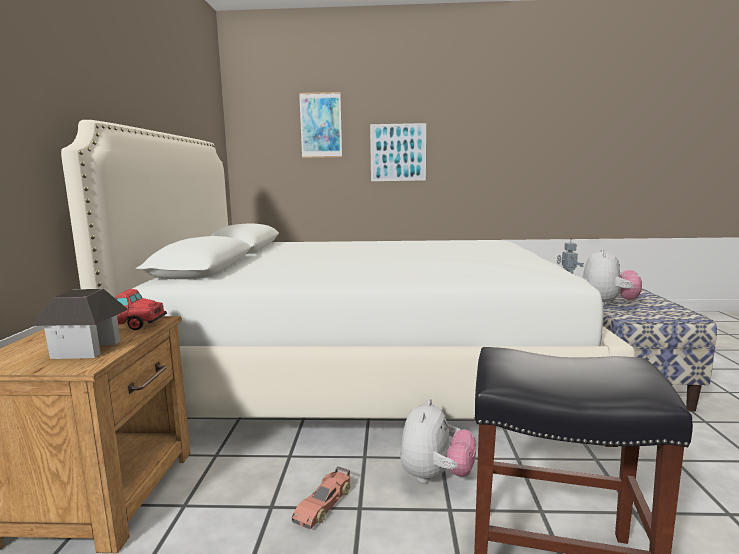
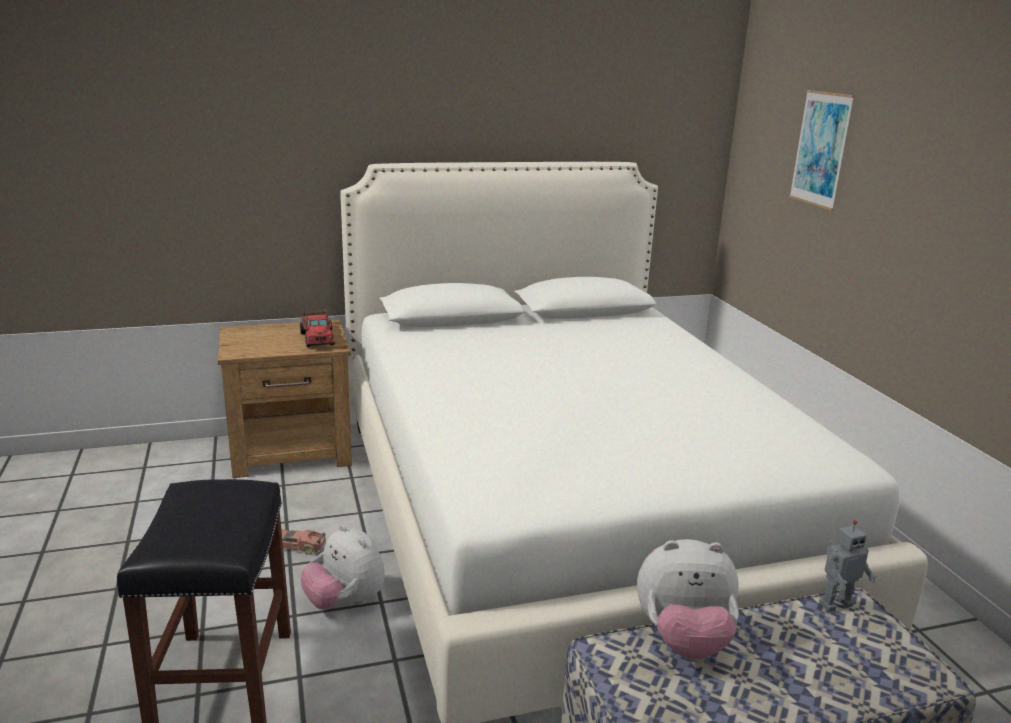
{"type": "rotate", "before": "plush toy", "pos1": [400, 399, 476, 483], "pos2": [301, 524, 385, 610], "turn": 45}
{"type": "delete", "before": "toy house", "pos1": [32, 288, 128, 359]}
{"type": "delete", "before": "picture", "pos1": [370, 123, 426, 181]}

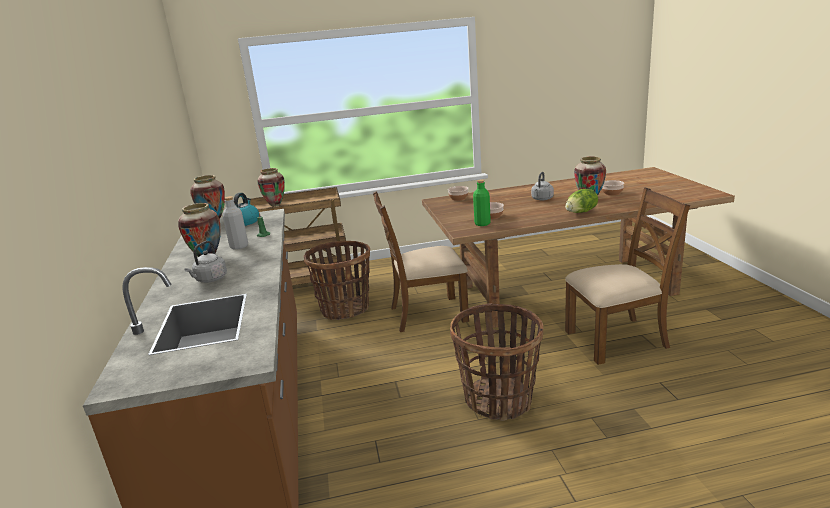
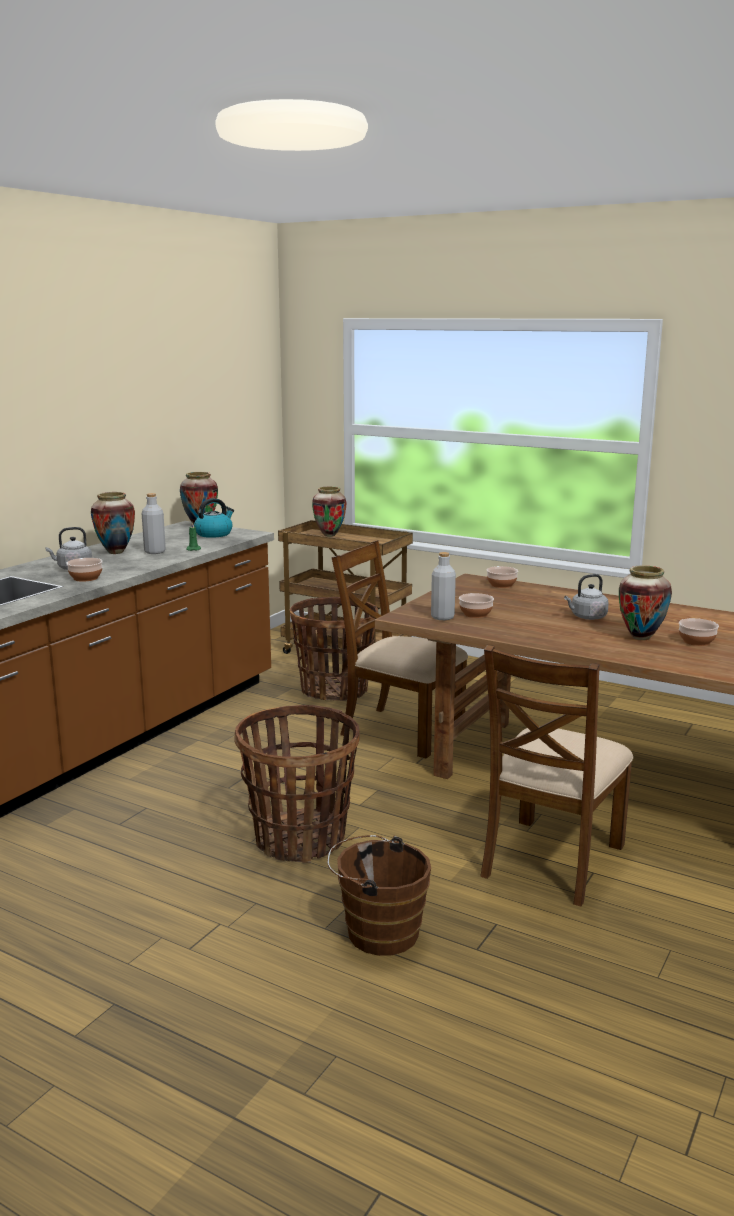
{"type": "insert", "after": "bowl", "pos2": [66, 558, 103, 582]}
{"type": "insert", "after": "bucket (brown)", "pos2": [327, 835, 431, 956]}
{"type": "recolor", "before": "bottle (green)", "after": "bottle (grey)", "pos1": [473, 179, 491, 226], "pos2": [431, 552, 456, 620]}
{"type": "rotate", "before": "chair (brown)", "pos1": [565, 187, 690, 365], "pos2": [480, 645, 633, 907], "turn": 90}
{"type": "delete", "before": "lettuce", "pos1": [565, 189, 598, 213]}

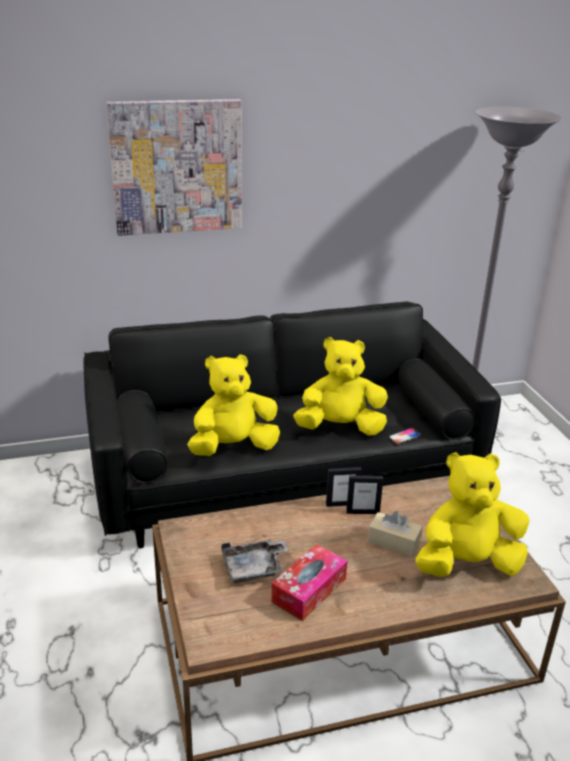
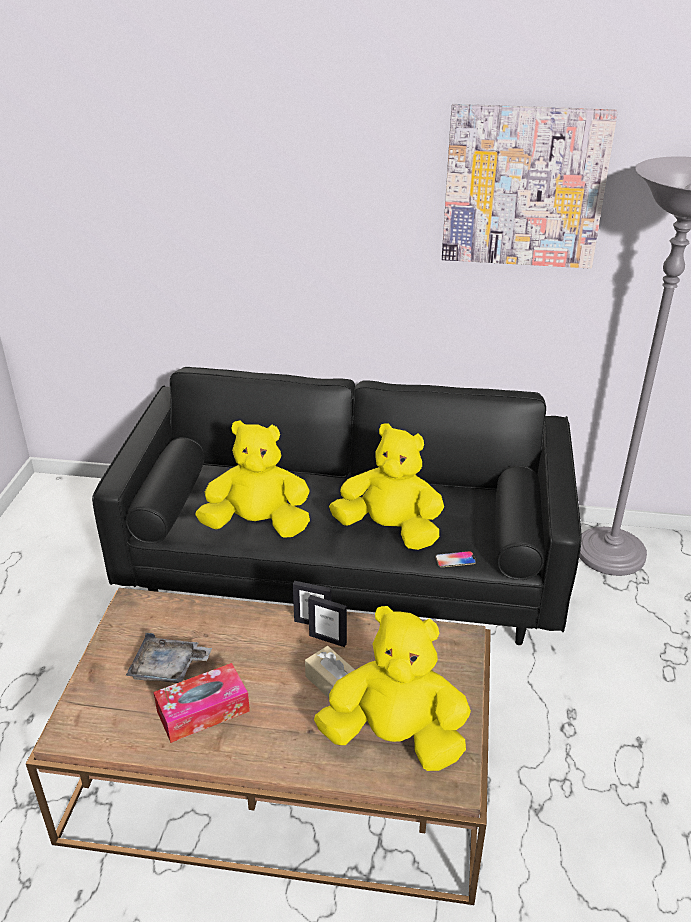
{"type": "move", "before": "picture", "pos1": [107, 99, 242, 236], "pos2": [442, 104, 618, 269]}

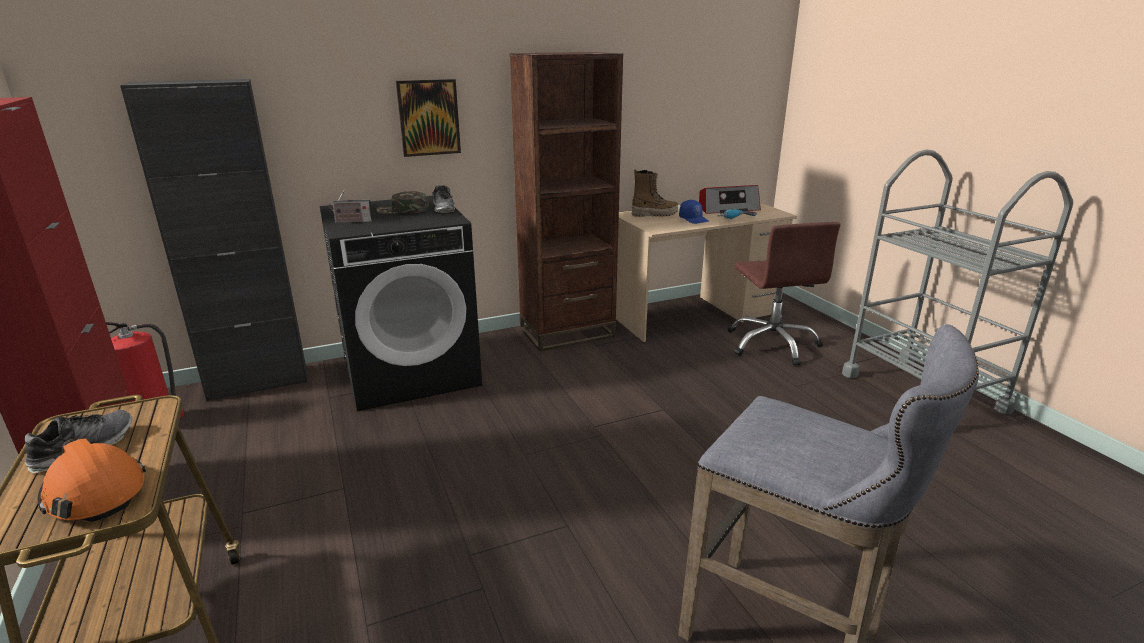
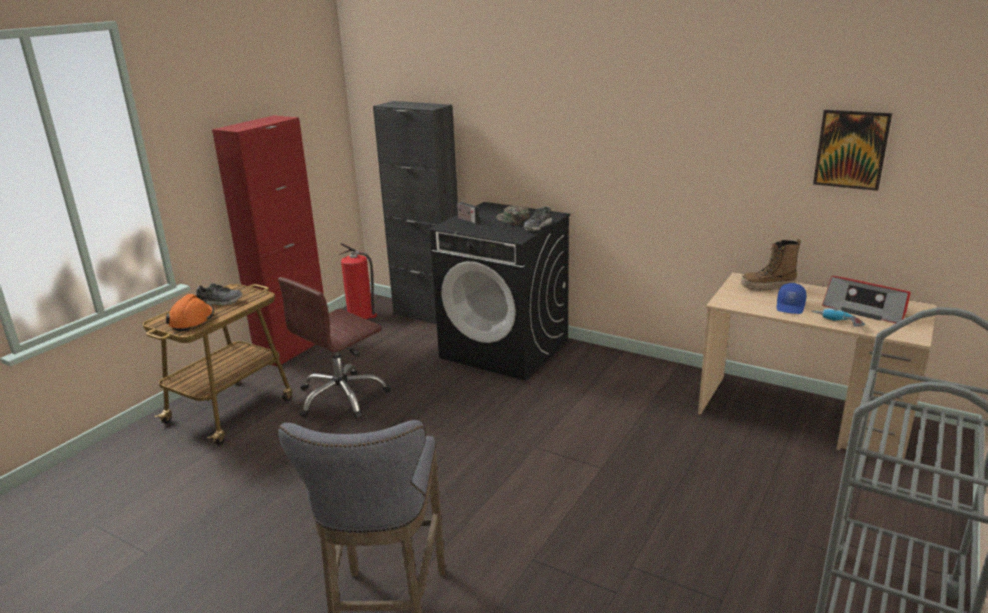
{"type": "move", "before": "office chair (brown)", "pos1": [728, 222, 841, 366], "pos2": [278, 277, 391, 420]}
{"type": "rotate", "before": "boot", "pos1": [632, 169, 678, 217], "pos2": [741, 239, 801, 291], "turn": 135}
{"type": "move", "before": "picture", "pos1": [396, 79, 461, 157], "pos2": [813, 110, 892, 191]}
{"type": "delete", "before": "bookcase (brown)", "pos1": [510, 52, 623, 352]}

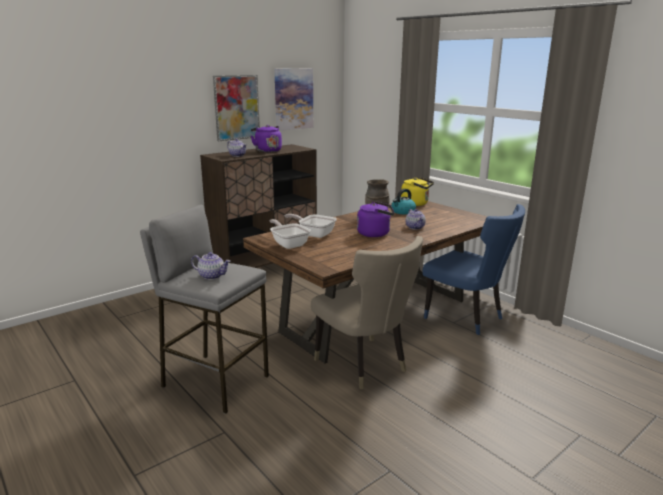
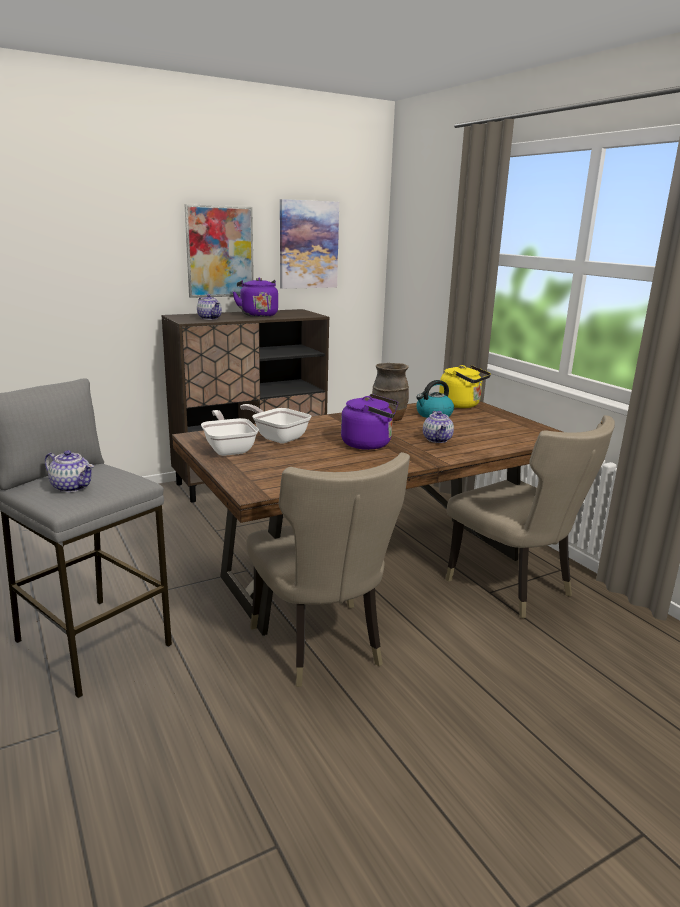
{"type": "recolor", "before": "chair (blue)", "after": "chair (beige)", "pos1": [423, 204, 525, 335], "pos2": [446, 415, 615, 618]}

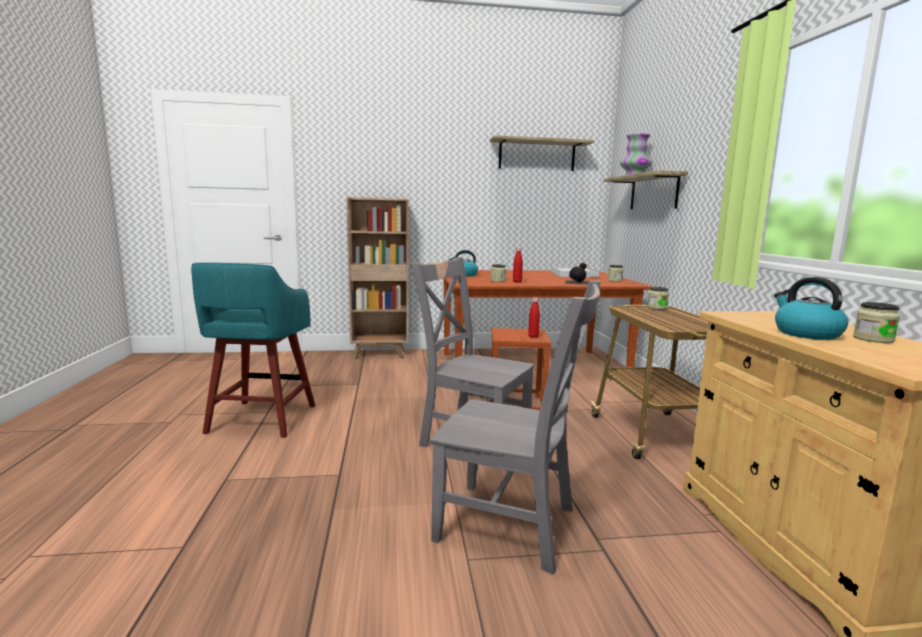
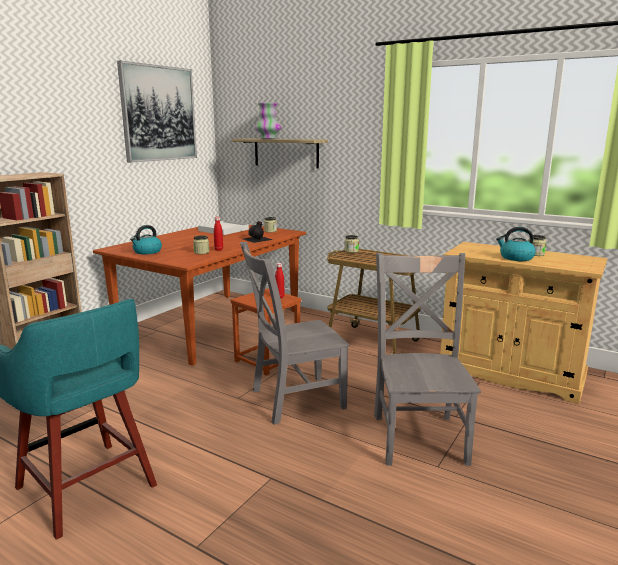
{"type": "replace", "before": "shelf", "after": "picture", "pos1": [489, 135, 595, 171], "pos2": [117, 60, 197, 163]}
{"type": "rotate", "before": "chair (grey)", "pos1": [430, 281, 601, 575], "pos2": [374, 253, 481, 466], "turn": -60}

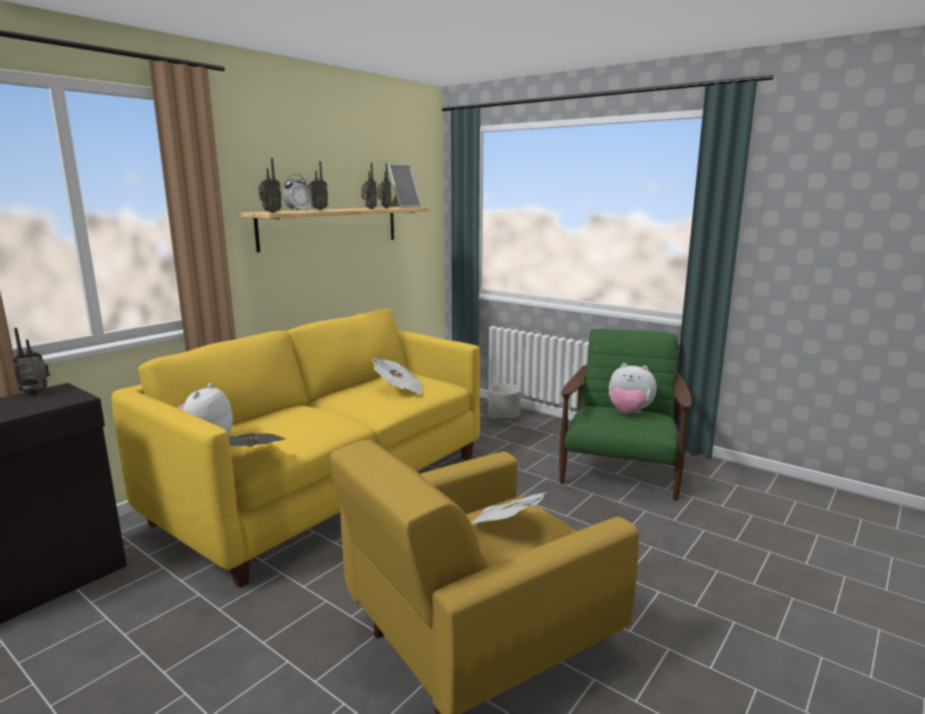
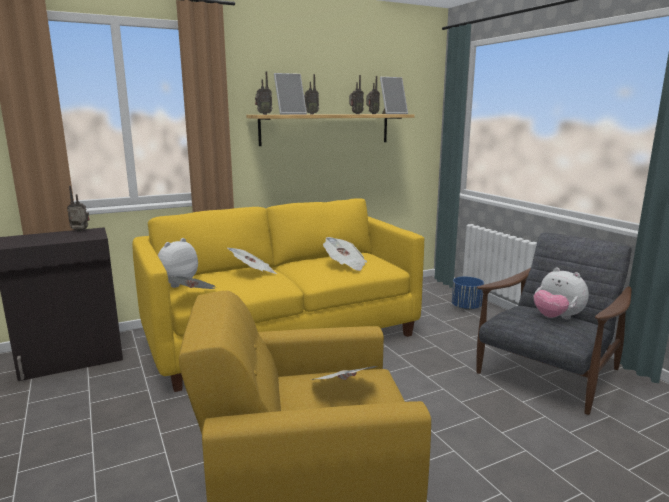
{"type": "insert", "after": "newspaper", "pos2": [227, 248, 277, 274]}
{"type": "replace", "before": "alarm clock", "after": "picture frame", "pos1": [283, 174, 311, 212], "pos2": [274, 73, 307, 115]}
{"type": "recolor", "before": "planter (grey)", "after": "planter (blue)", "pos1": [488, 384, 521, 420], "pos2": [452, 277, 484, 310]}
{"type": "recolor", "before": "armchair (green)", "after": "armchair (grey)", "pos1": [559, 329, 692, 501], "pos2": [476, 233, 632, 415]}

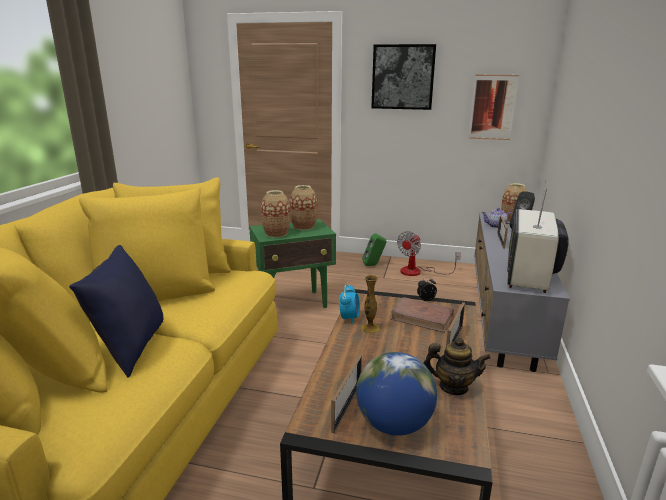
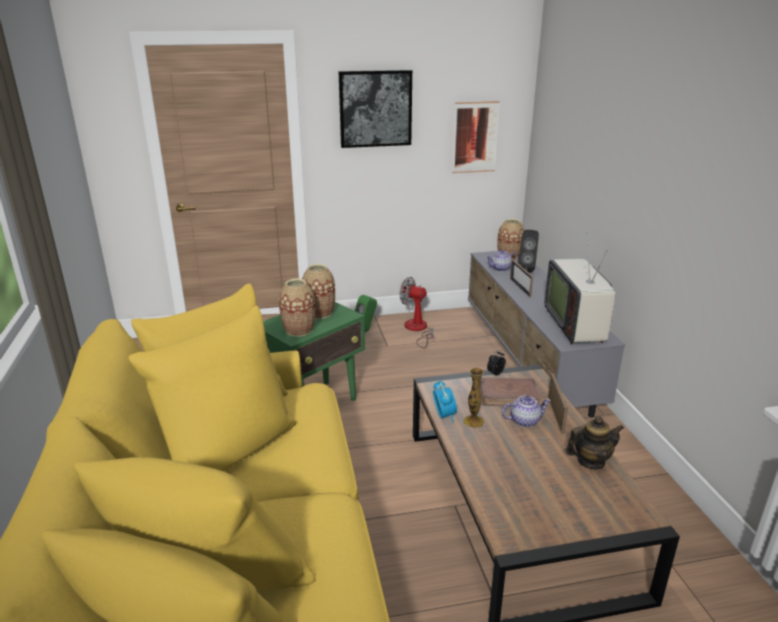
{"type": "rotate", "before": "fan", "pos1": [397, 231, 461, 276], "pos2": [400, 277, 434, 348], "turn": 105}
{"type": "insert", "after": "teapot", "pos2": [502, 396, 551, 427]}
{"type": "delete", "before": "pillow (blue)", "pos1": [69, 245, 163, 378]}
{"type": "delete", "before": "picture frame", "pos1": [331, 355, 362, 433]}
{"type": "delete", "before": "globe", "pos1": [356, 352, 437, 436]}

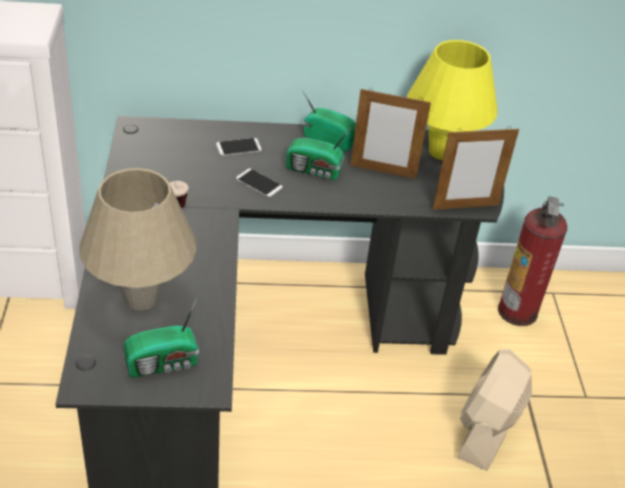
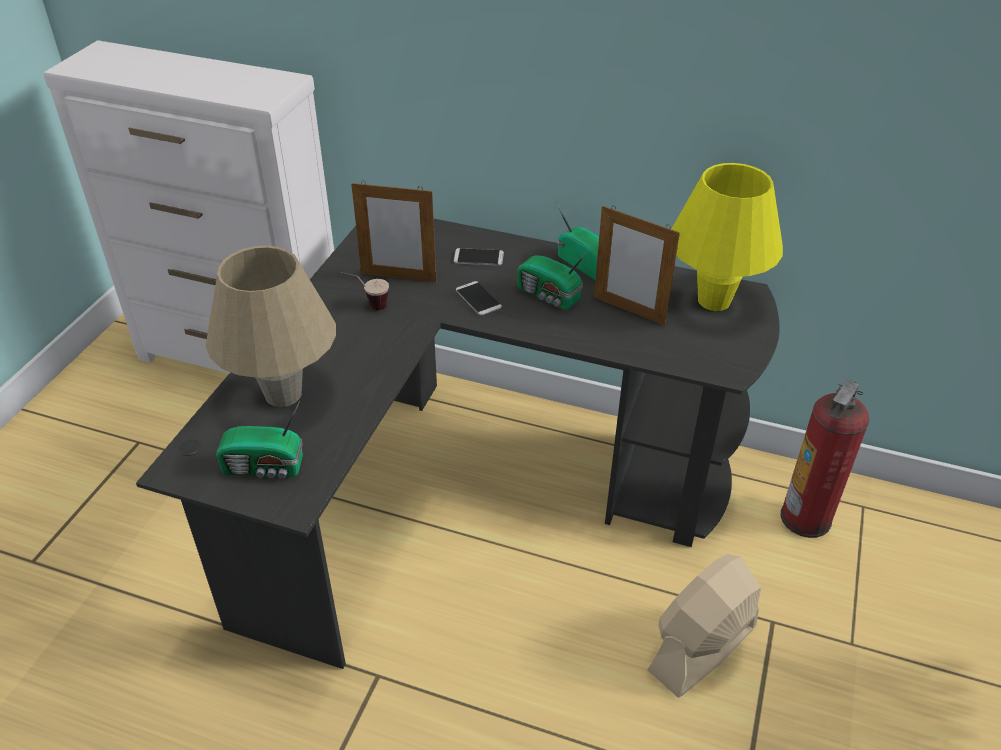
{"type": "move", "before": "picture frame", "pos1": [432, 126, 519, 210], "pos2": [351, 181, 437, 282]}

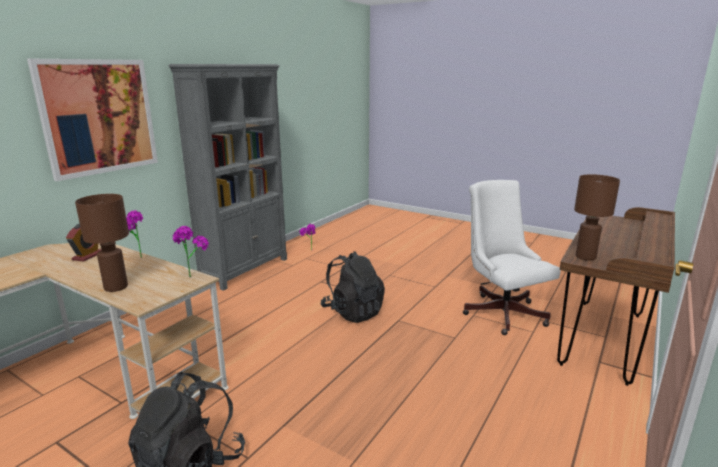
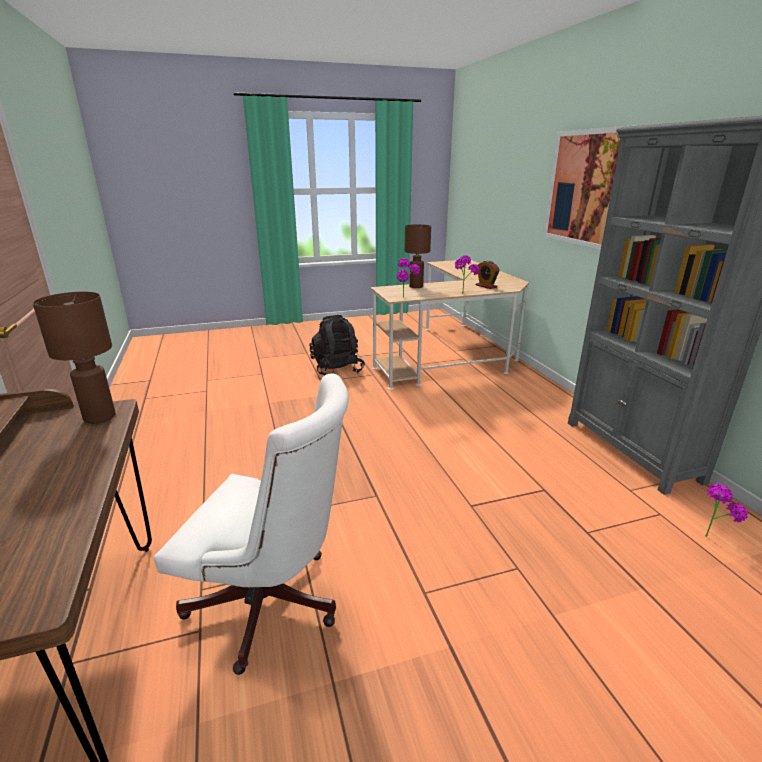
{"type": "delete", "before": "backpack (black)", "pos1": [321, 251, 385, 323]}

